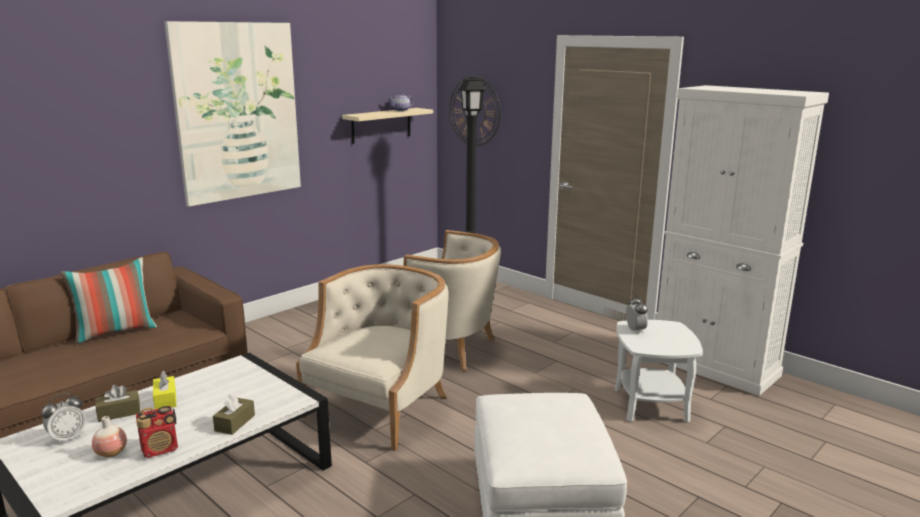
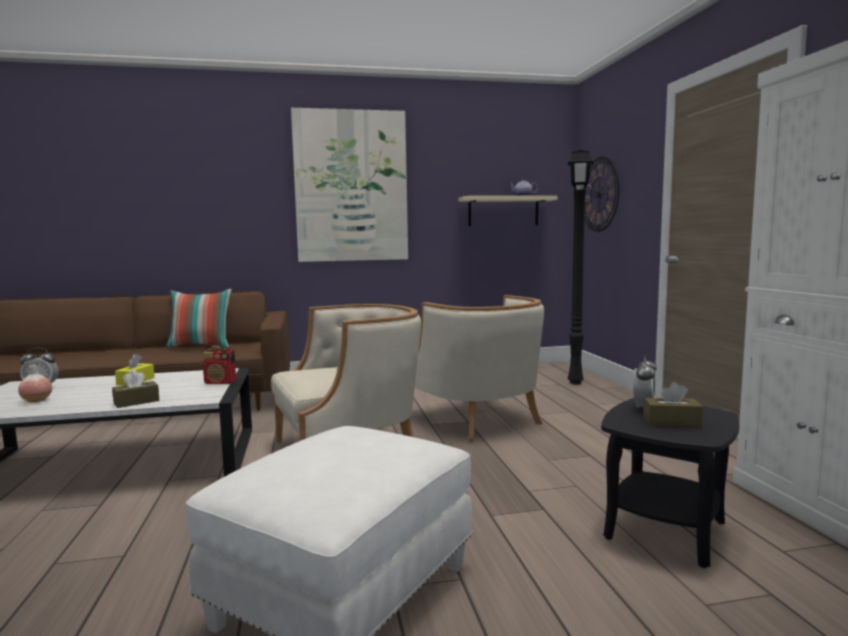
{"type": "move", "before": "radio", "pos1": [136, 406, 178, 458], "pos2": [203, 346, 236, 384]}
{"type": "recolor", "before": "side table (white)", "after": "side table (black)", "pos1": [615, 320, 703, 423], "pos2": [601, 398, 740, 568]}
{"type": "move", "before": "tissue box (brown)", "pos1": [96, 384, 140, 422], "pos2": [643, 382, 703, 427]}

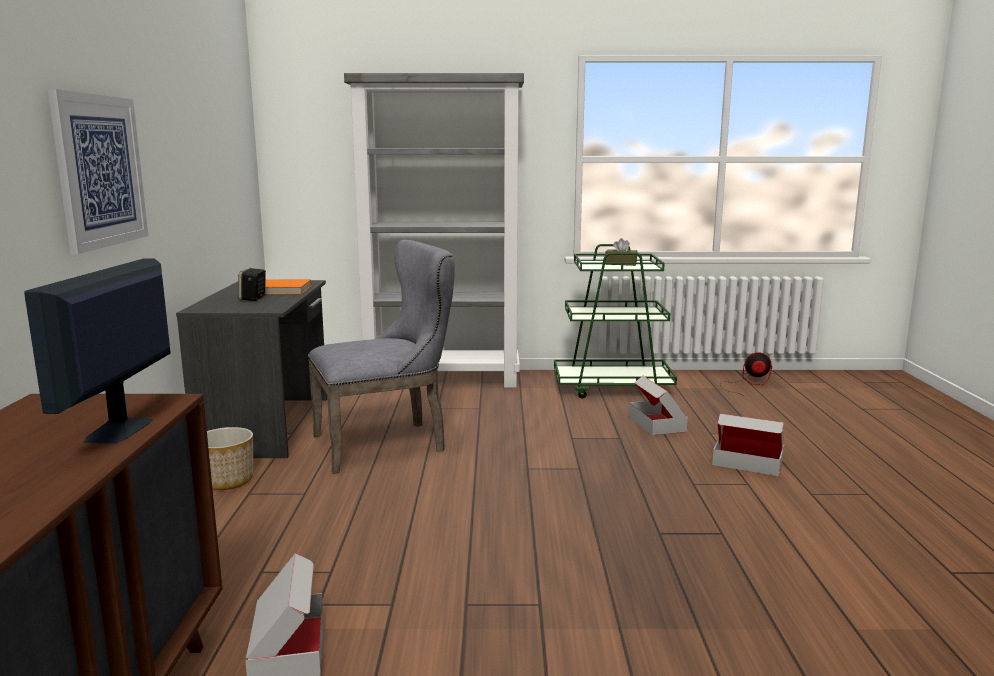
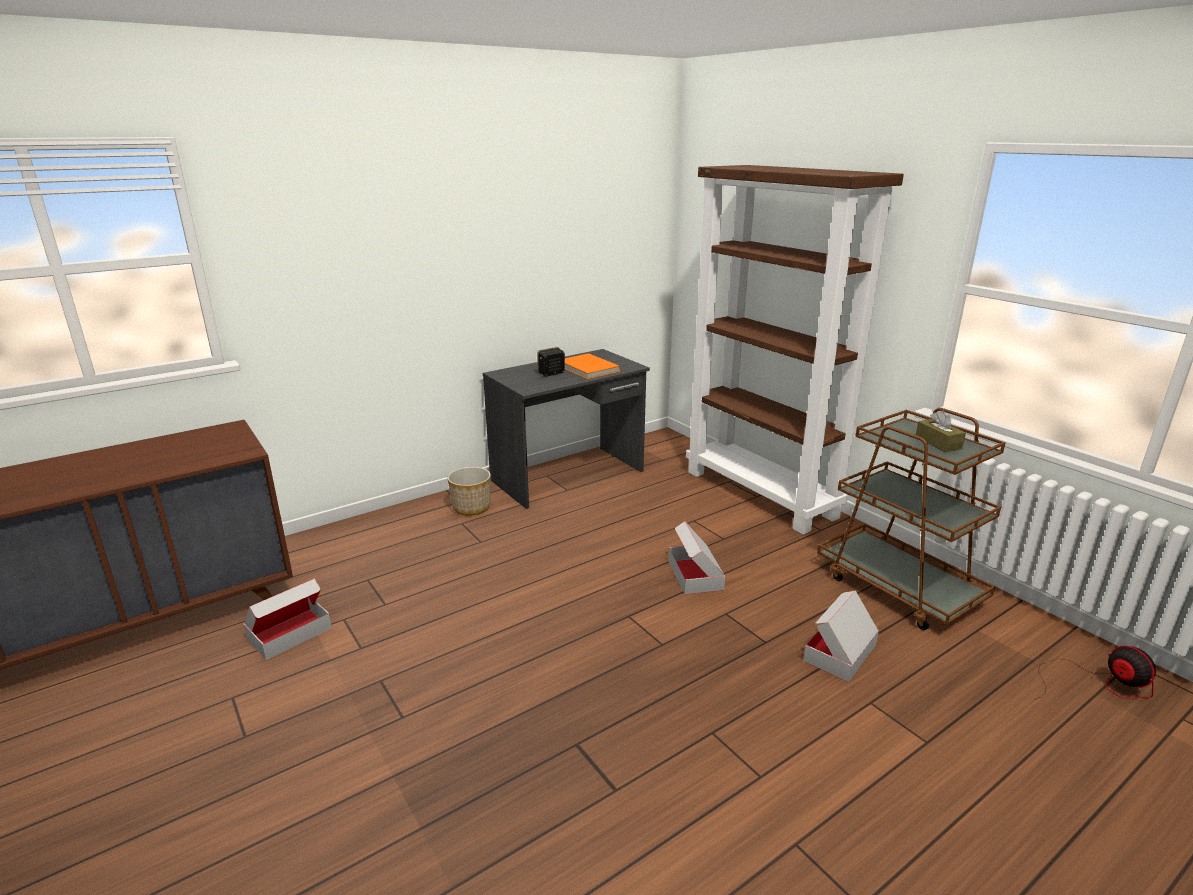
{"type": "move", "before": "cardboard box", "pos1": [712, 414, 785, 476], "pos2": [669, 521, 725, 594]}
{"type": "recolor", "before": "bookcase (grey)", "after": "bookcase (brown)", "pos1": [344, 73, 524, 388], "pos2": [686, 165, 904, 535]}
{"type": "recolor", "before": "cart (green)", "after": "cart (brown)", "pos1": [554, 244, 677, 399], "pos2": [817, 408, 1006, 630]}
{"type": "delete", "before": "monitor", "pos1": [24, 258, 171, 444]}
{"type": "delete", "before": "picture", "pos1": [48, 89, 148, 254]}
{"type": "delete", "before": "chair (grey)", "pos1": [308, 240, 455, 474]}

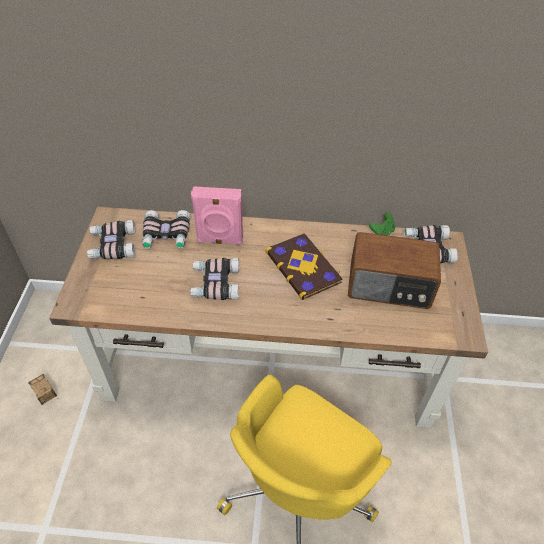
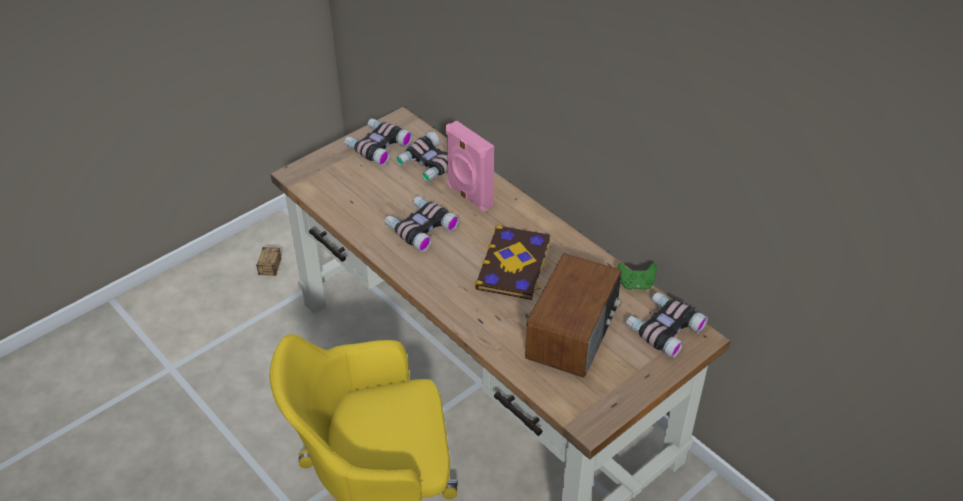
{"type": "rotate", "before": "radio", "pos1": [348, 232, 441, 309], "pos2": [525, 253, 622, 378], "turn": -120}

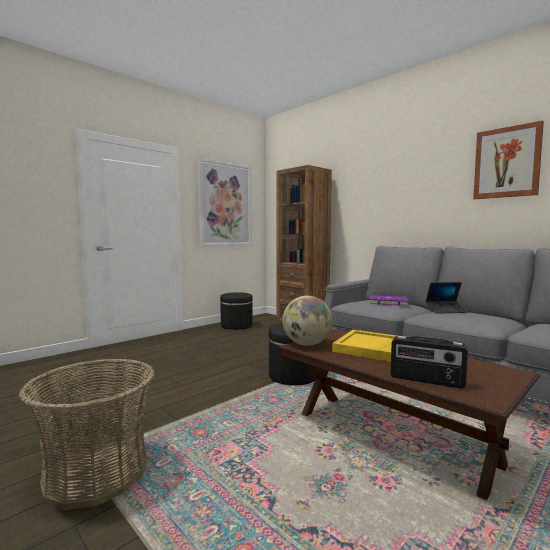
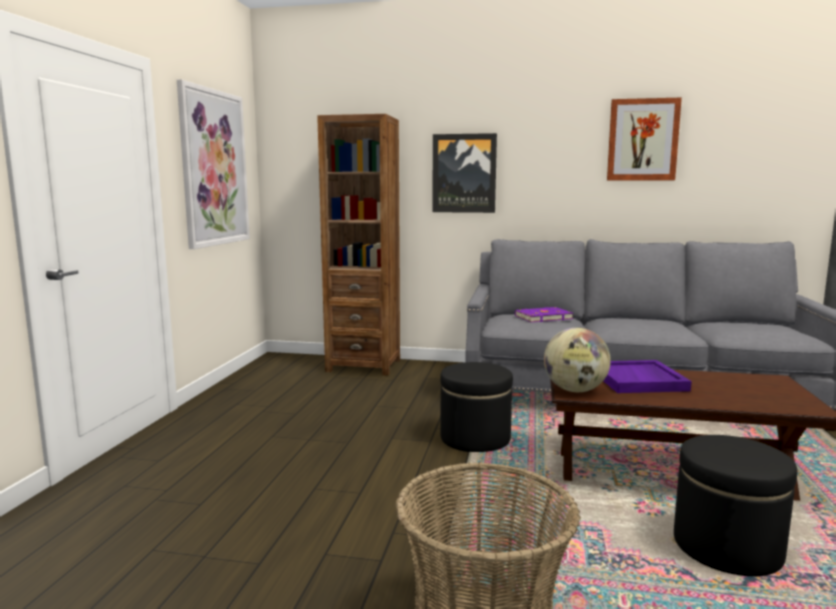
{"type": "insert", "after": "picture", "pos2": [432, 133, 497, 213]}
{"type": "recolor", "before": "tray (yellow)", "after": "tray (purple)", "pos1": [332, 330, 396, 362], "pos2": [604, 360, 692, 393]}
{"type": "move", "before": "ottoman (black)", "pos1": [220, 292, 253, 330], "pos2": [674, 435, 797, 576]}
{"type": "delete", "before": "radio", "pos1": [391, 336, 468, 389]}
{"type": "delete", "before": "laptop", "pos1": [425, 282, 468, 314]}

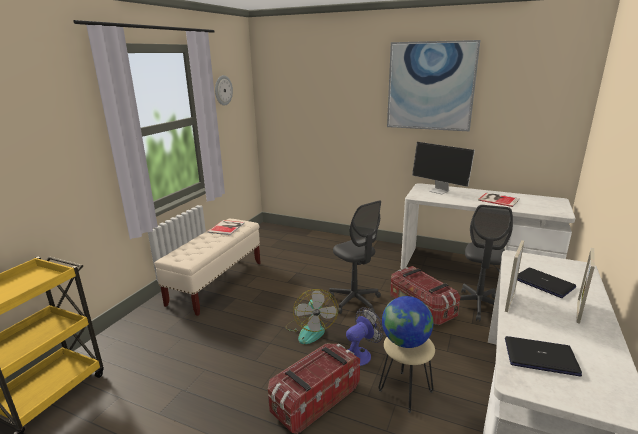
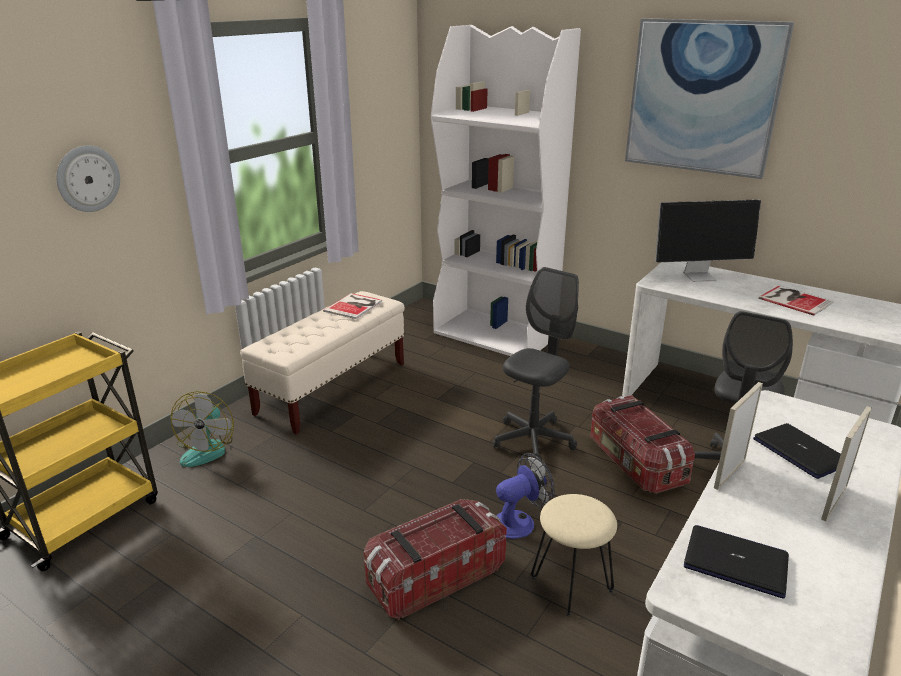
{"type": "move", "before": "wall clock", "pos1": [215, 75, 233, 106], "pos2": [56, 146, 120, 212]}
{"type": "move", "before": "fan", "pos1": [286, 289, 338, 344], "pos2": [171, 391, 234, 467]}
{"type": "insert", "after": "bookcase (white)", "pos2": [431, 25, 581, 356]}
{"type": "rotate", "before": "office chair (grey)", "pos1": [329, 200, 381, 314], "pos2": [493, 267, 579, 460], "turn": -120}
{"type": "rotate", "before": "monitor", "pos1": [412, 142, 475, 194], "pos2": [655, 200, 761, 282], "turn": -60}
{"type": "delete", "before": "globe", "pos1": [382, 296, 433, 348]}

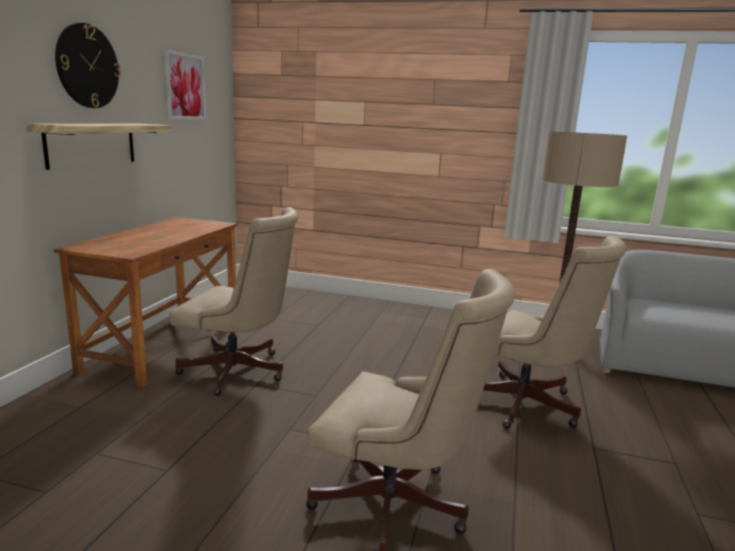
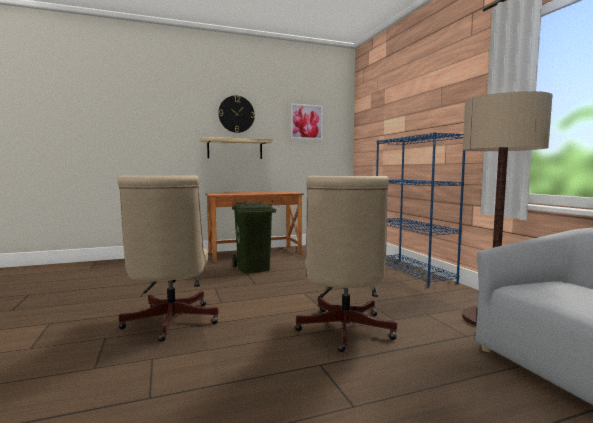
{"type": "replace", "before": "office chair (beige)", "after": "trash can (green)", "pos1": [170, 207, 298, 396], "pos2": [232, 202, 276, 273]}
{"type": "insert", "after": "bookcase (blue)", "pos2": [376, 132, 465, 288]}

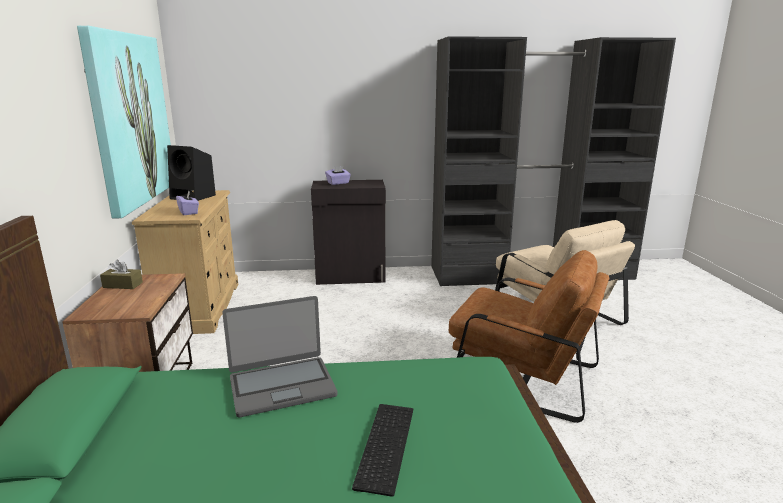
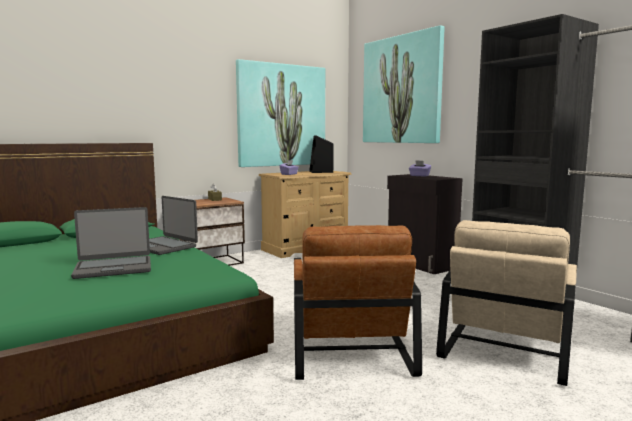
{"type": "replace", "before": "keyboard", "after": "laptop", "pos1": [352, 404, 413, 497], "pos2": [71, 207, 151, 279]}
{"type": "insert", "after": "picture", "pos2": [363, 25, 444, 143]}

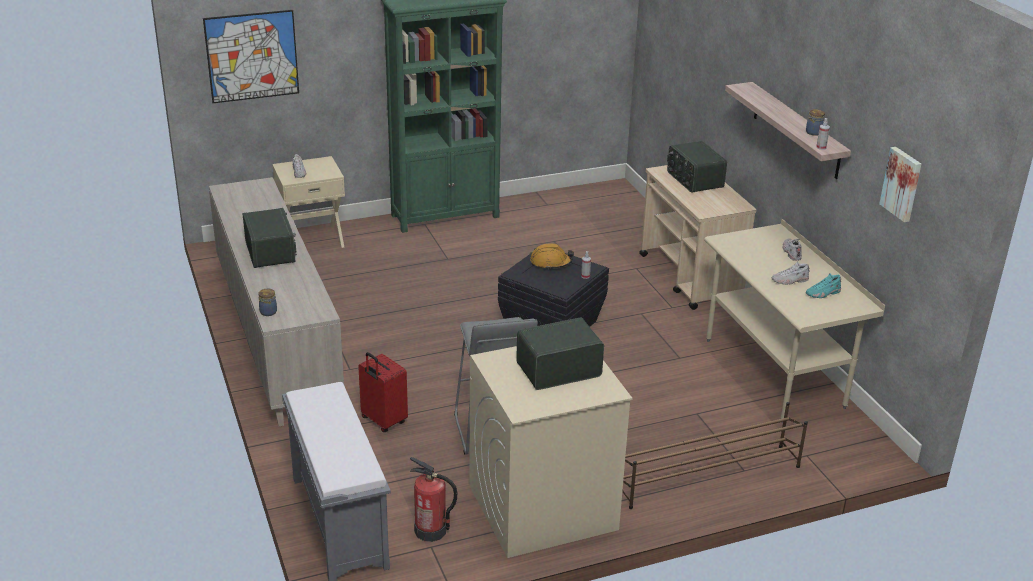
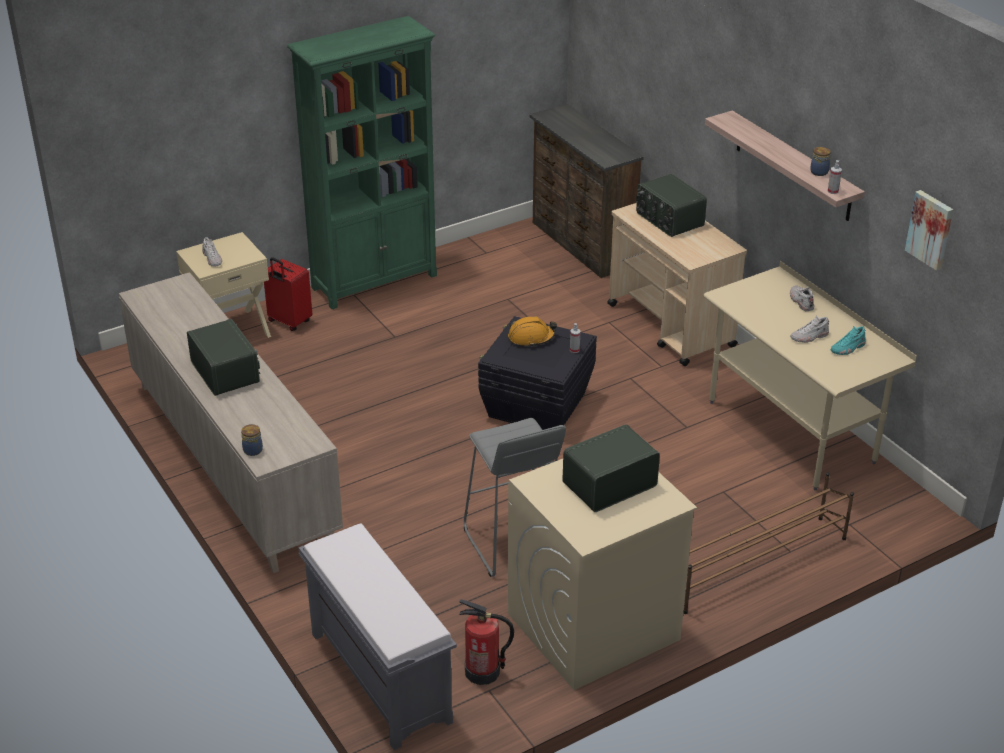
{"type": "move", "before": "suitcase (red)", "pos1": [358, 352, 408, 432], "pos2": [264, 257, 312, 331]}
{"type": "insert", "after": "dresser (brown)", "pos2": [529, 104, 644, 278]}
{"type": "delete", "before": "picture", "pos1": [203, 10, 299, 103]}

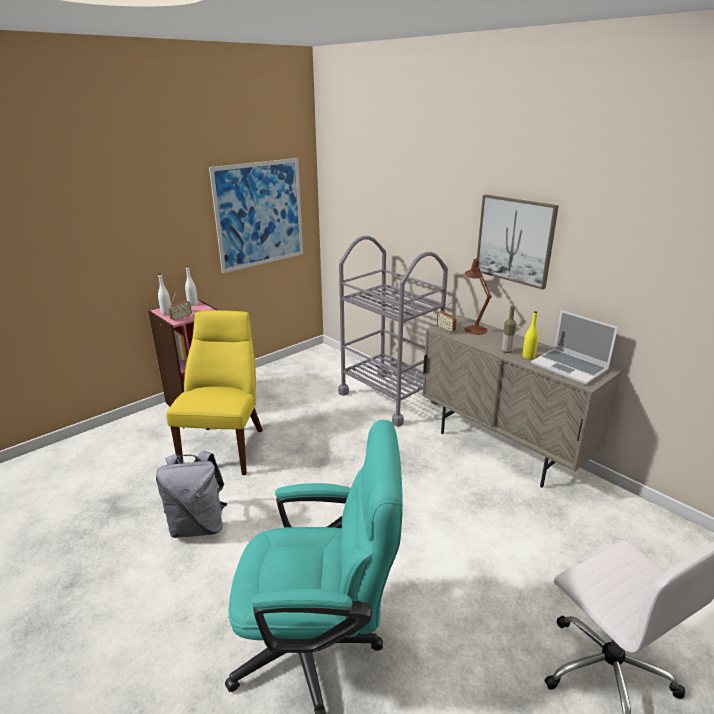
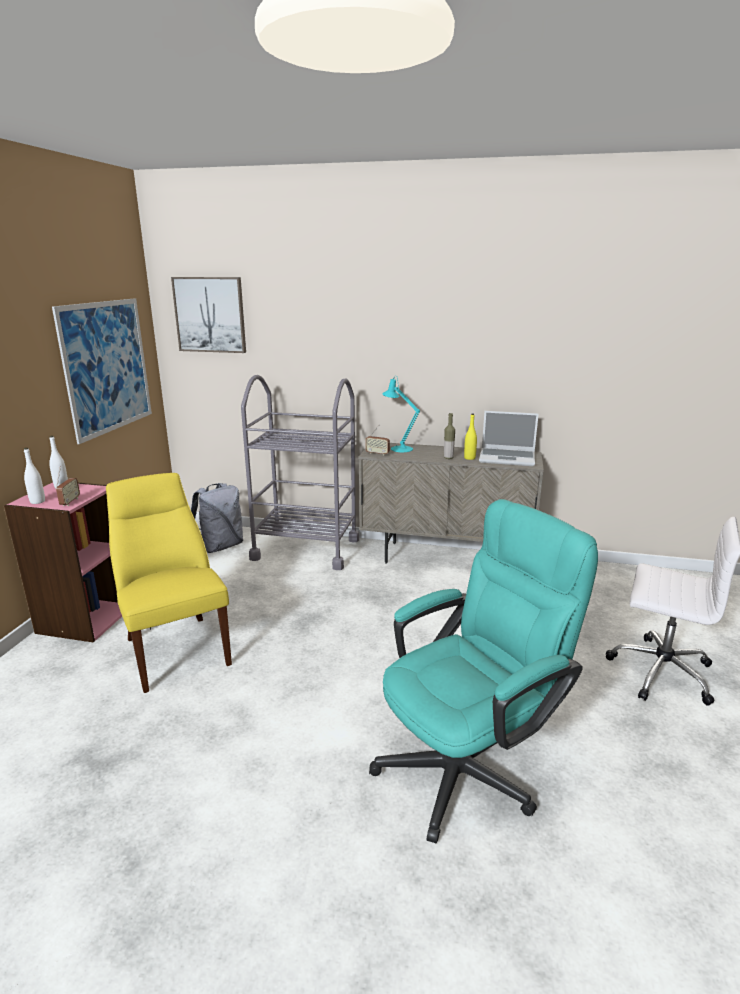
{"type": "move", "before": "picture", "pos1": [477, 195, 559, 290], "pos2": [171, 277, 246, 353]}
{"type": "move", "before": "backpack (grey)", "pos1": [156, 451, 227, 538], "pos2": [191, 483, 244, 553]}
{"type": "recolor", "before": "table lamp (brown)", "after": "table lamp (turquoise)", "pos1": [465, 256, 492, 335], "pos2": [382, 376, 420, 452]}

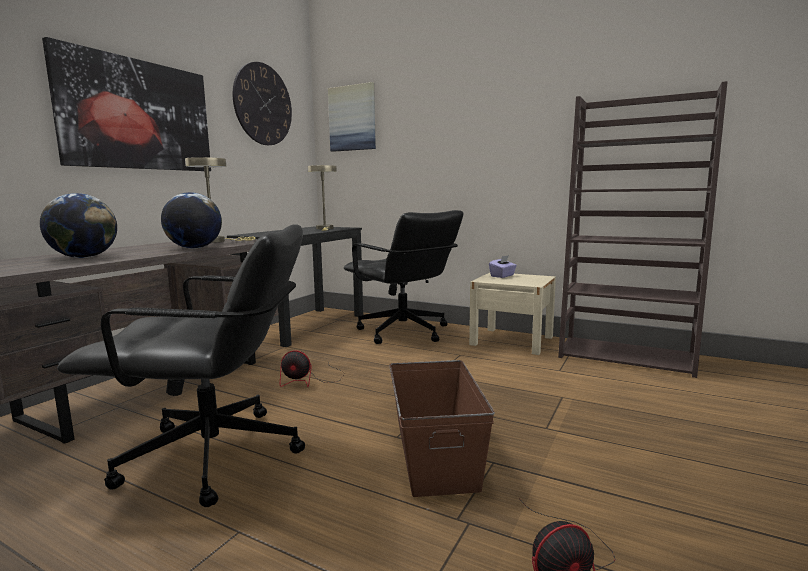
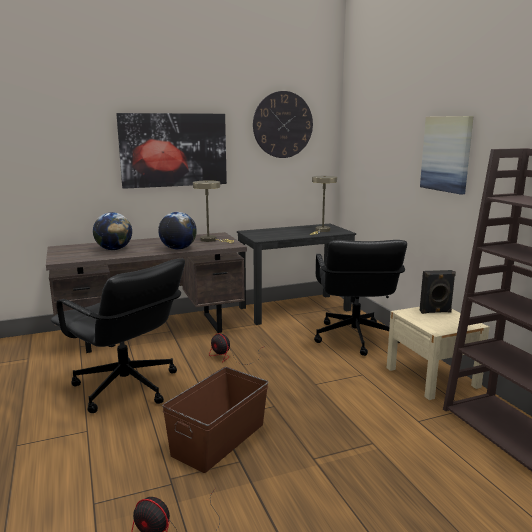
{"type": "move", "before": "picture", "pos1": [328, 82, 376, 152], "pos2": [420, 116, 474, 195]}
{"type": "replace", "before": "tissue box (purple)", "after": "speaker (black)", "pos1": [489, 255, 517, 278], "pos2": [420, 270, 456, 314]}

